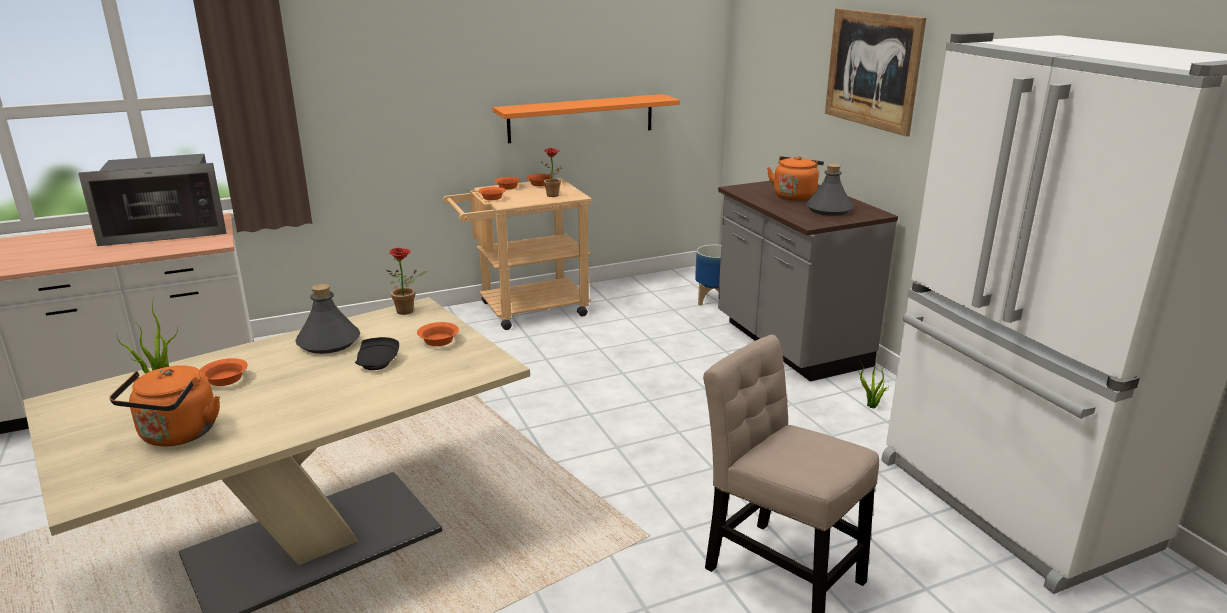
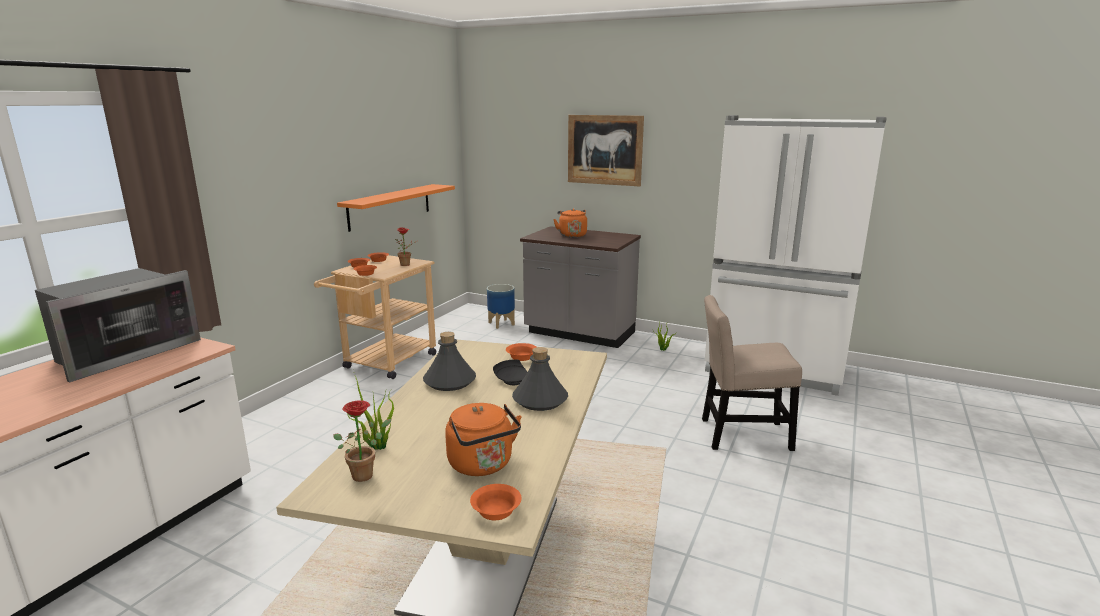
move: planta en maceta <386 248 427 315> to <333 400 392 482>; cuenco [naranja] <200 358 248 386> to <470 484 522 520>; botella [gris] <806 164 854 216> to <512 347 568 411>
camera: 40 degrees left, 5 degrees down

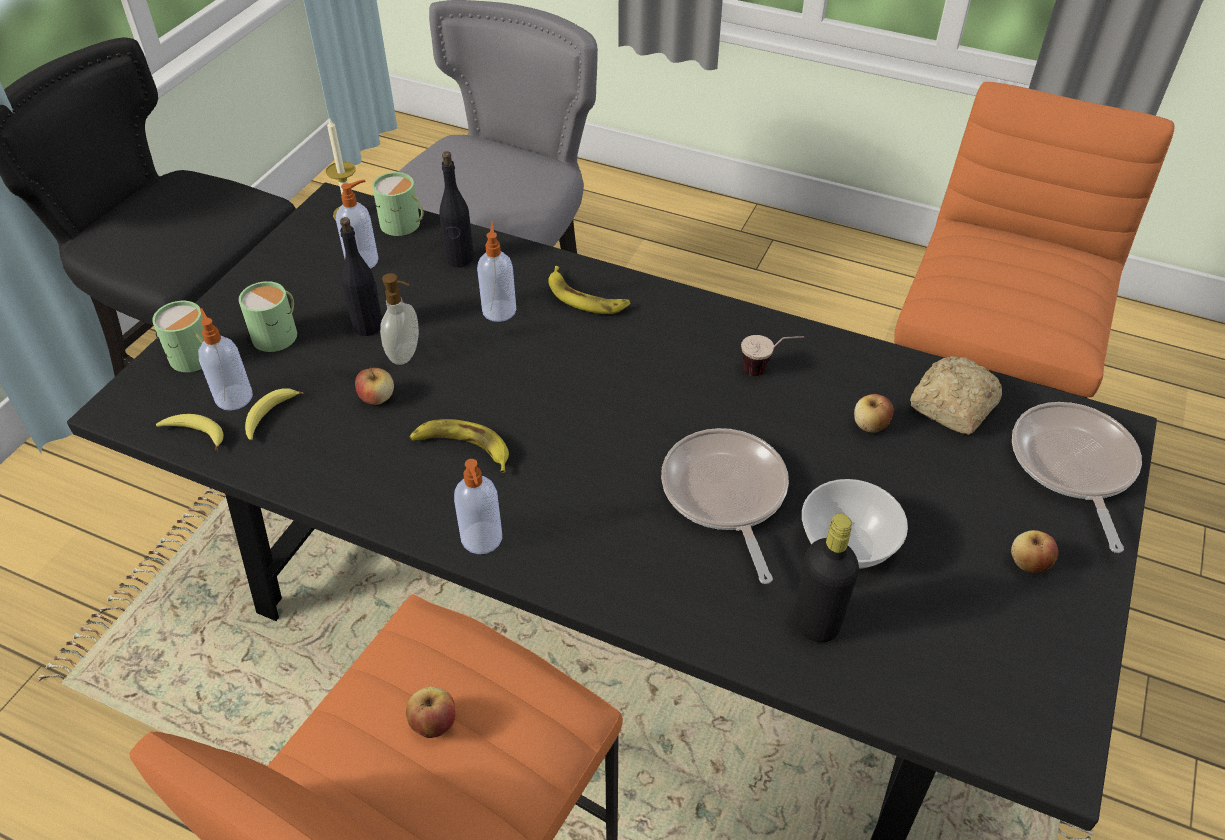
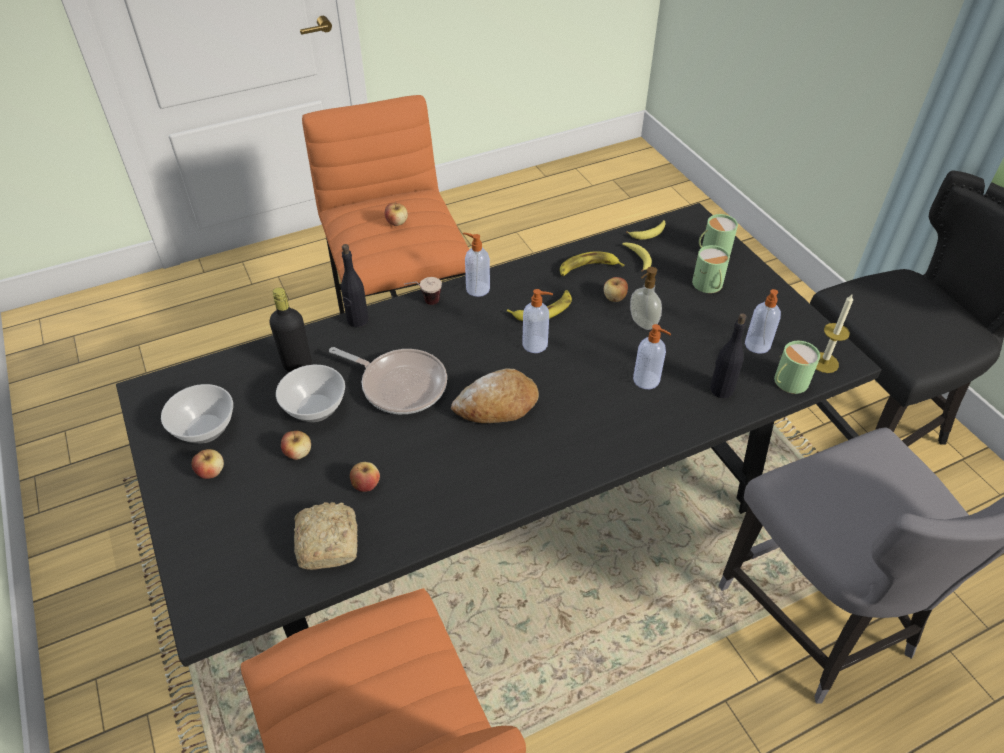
delete: sartén <1012 402 1142 553>
insert: cuenco <161 384 233 444>; manzana <281 431 311 460>; pan <451 369 539 423>
move: botella [negro] <340 217 382 336> to <341 244 369 327>; taza <741 335 804 376> to <404 277 442 305>; dispensador de jabón <198 308 253 411> to <522 289 553 353>; plátano <548 266 630 314> to <560 251 624 276>
camera: 130 degrees right, 0 degrees up

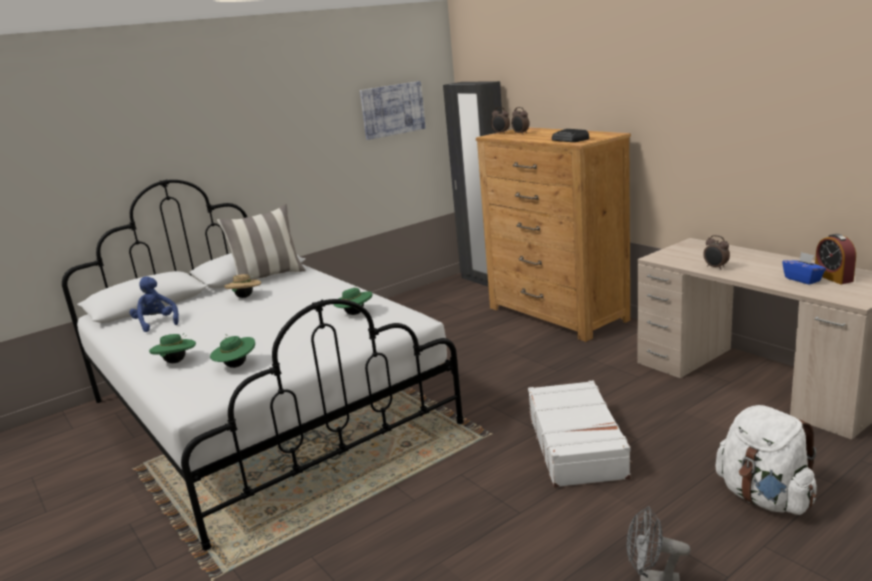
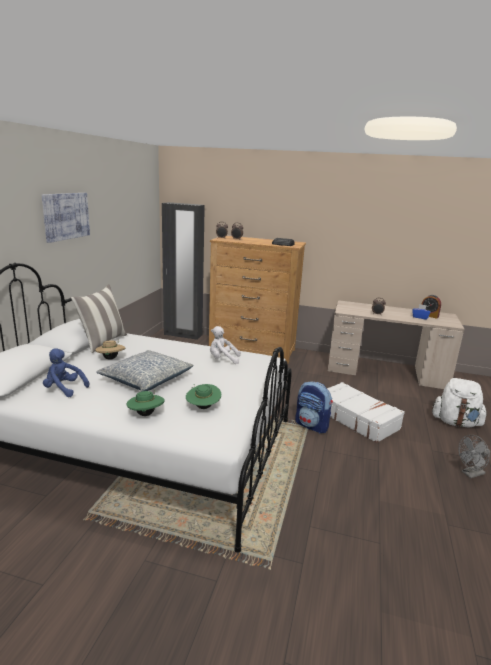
insert: cojín <96 350 193 392>; mochila <295 381 333 433>
move: cuadro <360 81 426 140> to <42 193 90 243>
replace: sombrero [verde] <334 285 372 315> to peluche [blanco] <210 326 241 364>
camera: 40 degrees left, 0 degrees up

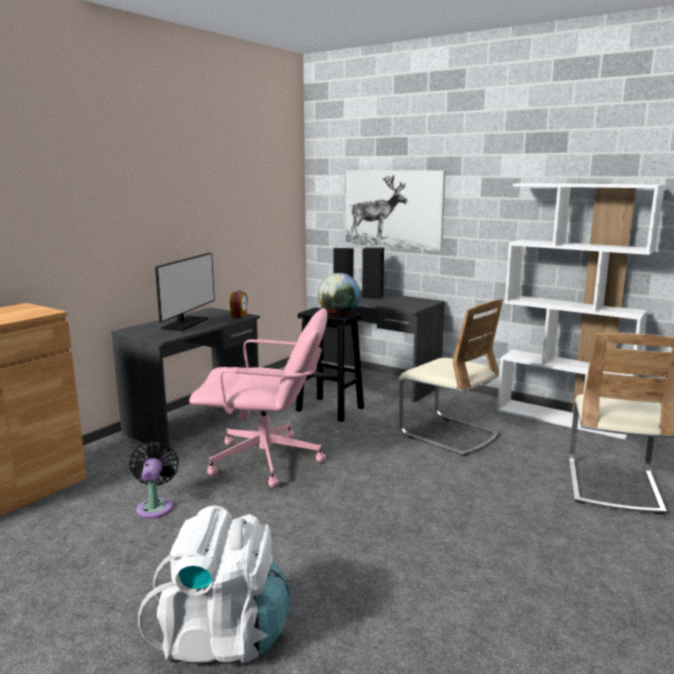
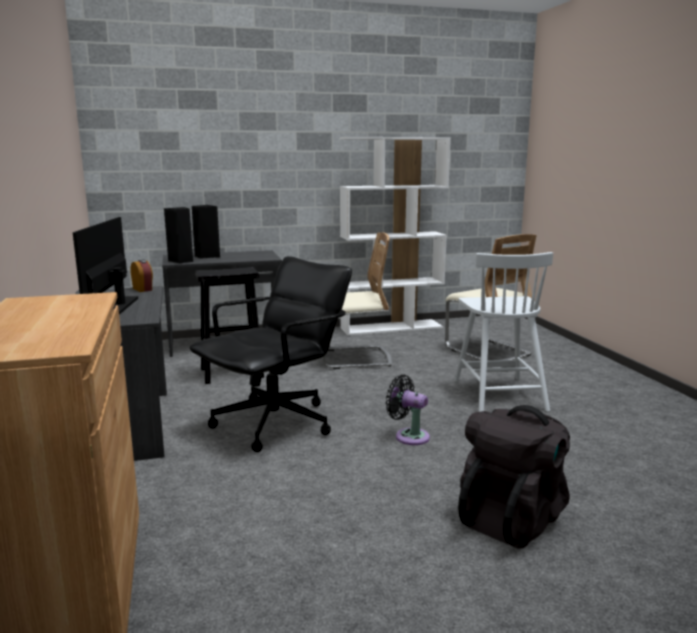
delete: globo terráqueo <318 273 360 315>; cuadro <346 170 446 251>
insert: silla [blanco] <454 252 553 412>
move: ventilador [negro] <130 441 179 519> to <386 375 430 445>
recolor: silla de oficina [rosa] <189 308 327 487> to silla de oficina [negro] <190 256 352 452>; mochila [blanco] <138 505 290 664> to mochila [negro] <458 405 570 549>
rotate: monitor <155 253 215 331> = <73 217 138 314> 150 degrees counterclockwise
camera: 50 degrees left, 0 degrees up

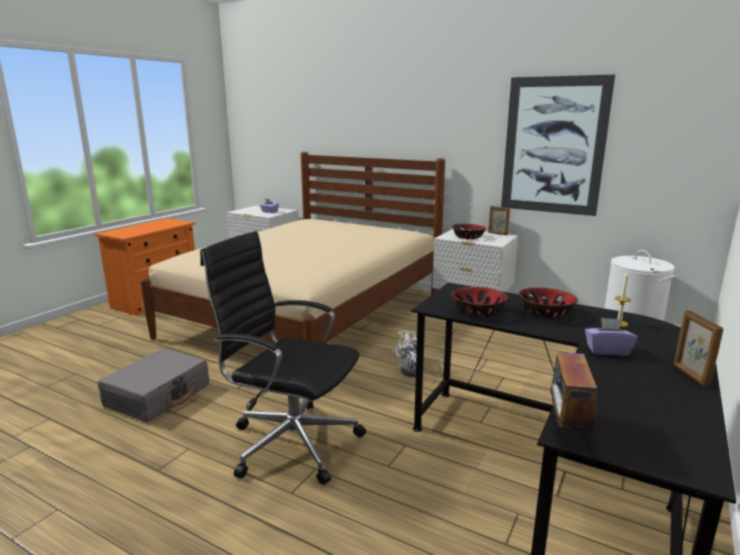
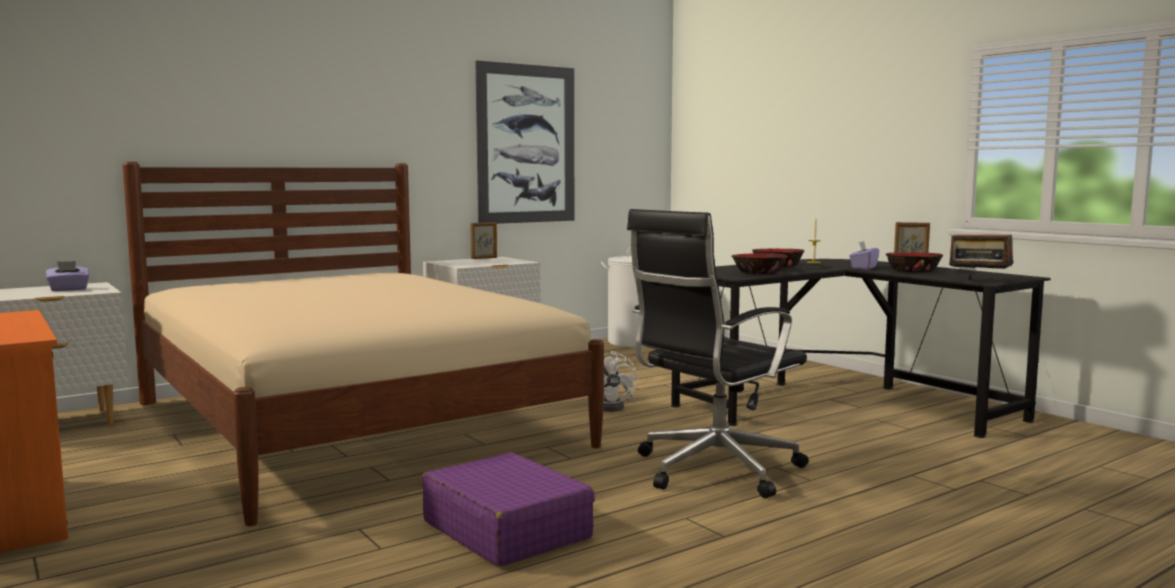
move: cuenco <452 224 486 239> to <886 252 943 273>
recolor: maleta [gris] <98 348 209 422> to maleta [morado] <422 452 595 567>
camera: 65 degrees left, 10 degrees down

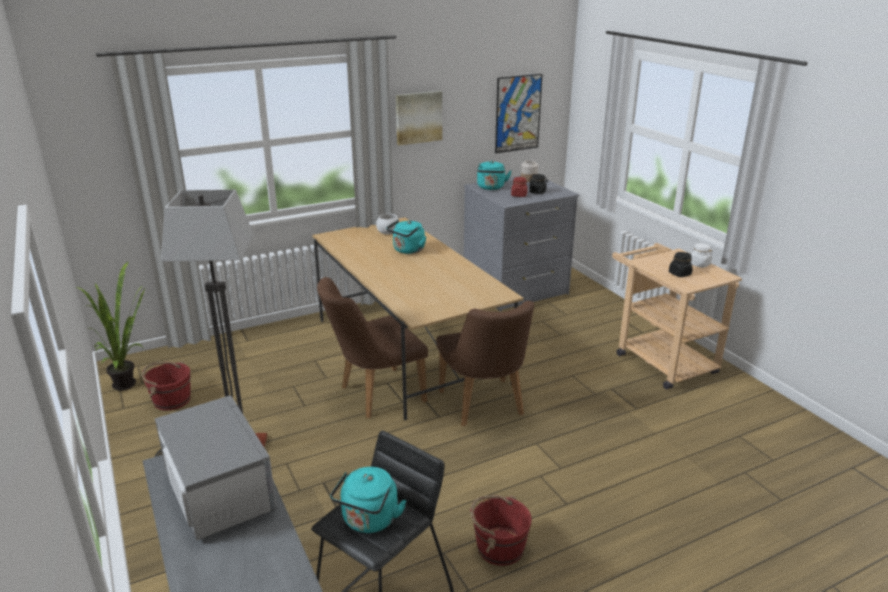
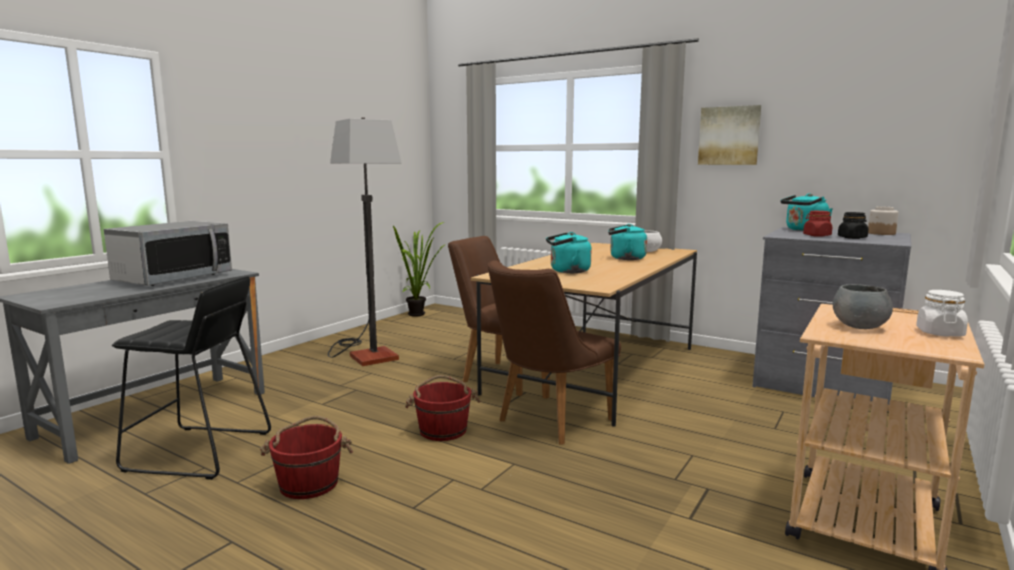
delete: cuadro <495 74 543 153>
move: cubo [rojo] <142 361 191 411> to <405 375 480 441>; hervidor [turquesa] <330 467 406 533> to <546 232 591 273>
replace: tarro [negro] <669 252 693 277> to cuenco [gris] <833 284 893 329>
camera: 60 degrees right, 15 degrees down

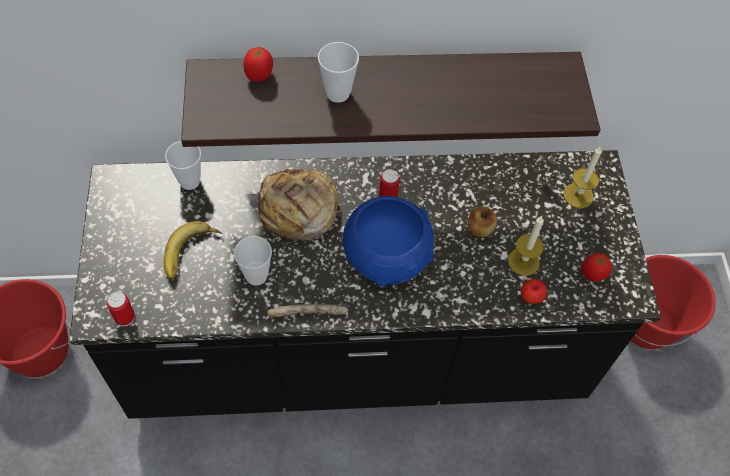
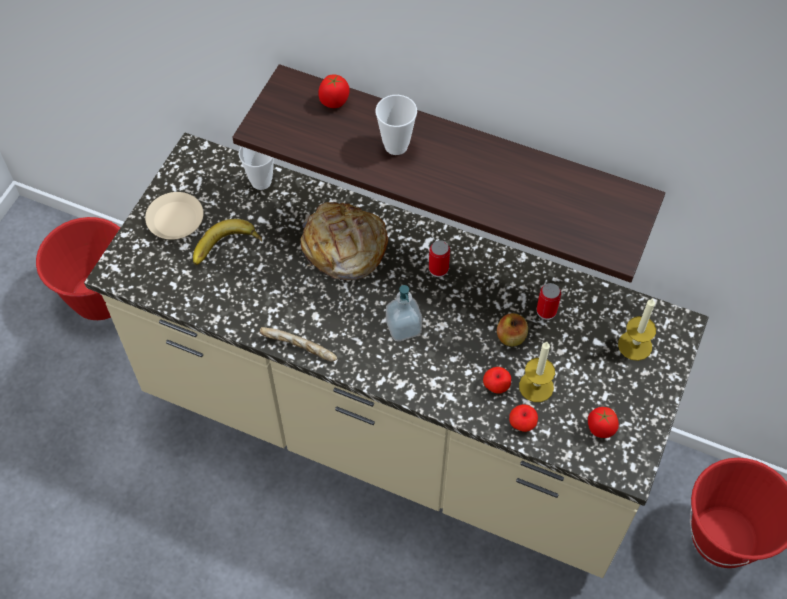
delete: taza <234 236 272 286>
insert: plato [beis] <145 192 204 240>; manzana <483 367 511 393>
move: lata <107 291 135 326> to <537 283 561 320>
replace: cuenco [azul] <343 196 434 286> to dispensador de jabón <386 285 422 341>
recolor: mueble bajo de cocina [negro] <69 150 661 419> to mueble bajo de cocina [beis] <84 133 708 578>
camera: 30 degrees right, 0 degrees up

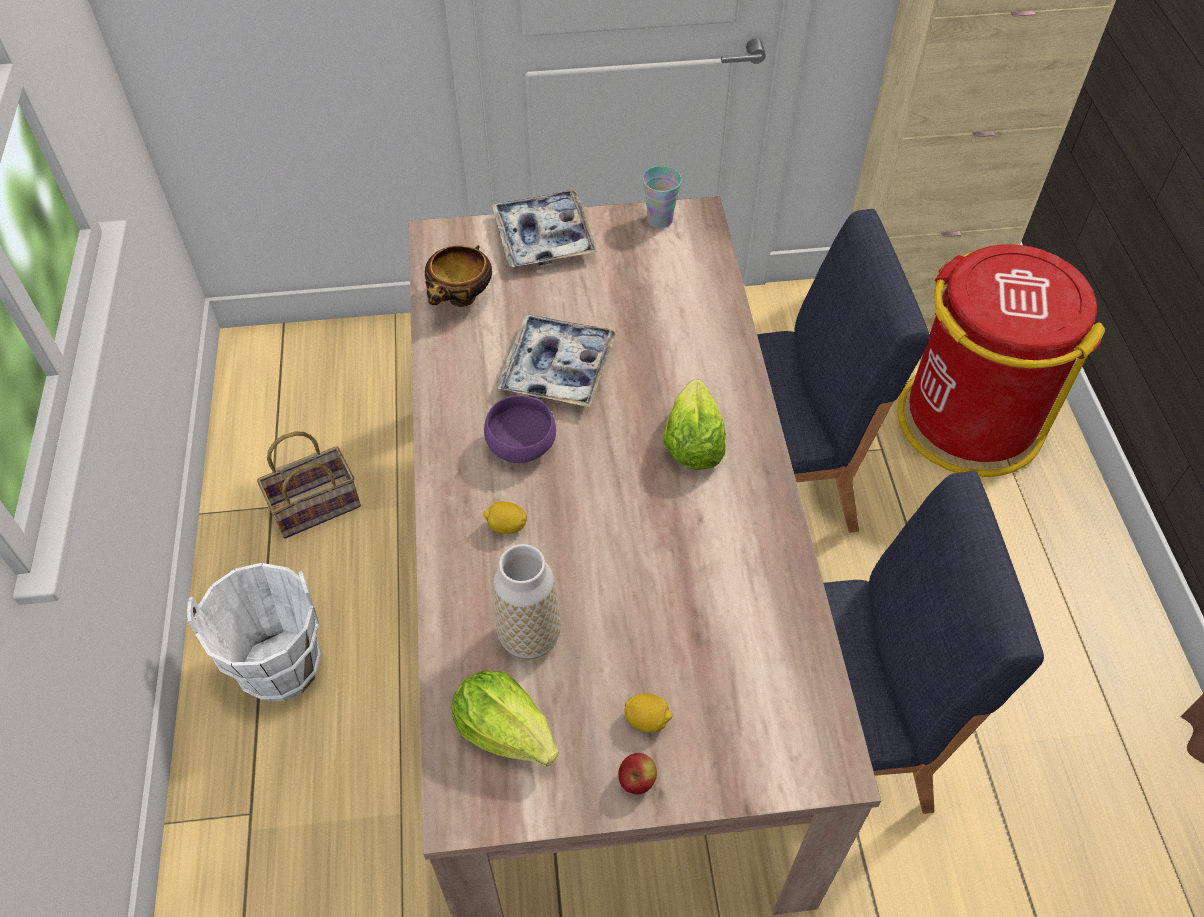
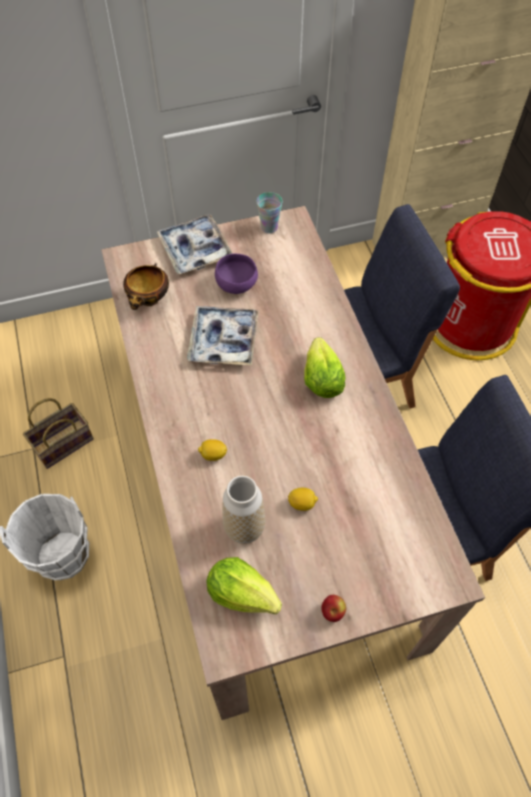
move: cuenco [morado] <484 395 556 463> to <215 254 258 294>; limón <624 693 673 733> to <288 488 318 511>
camera: 10 degrees left, 5 degrees up

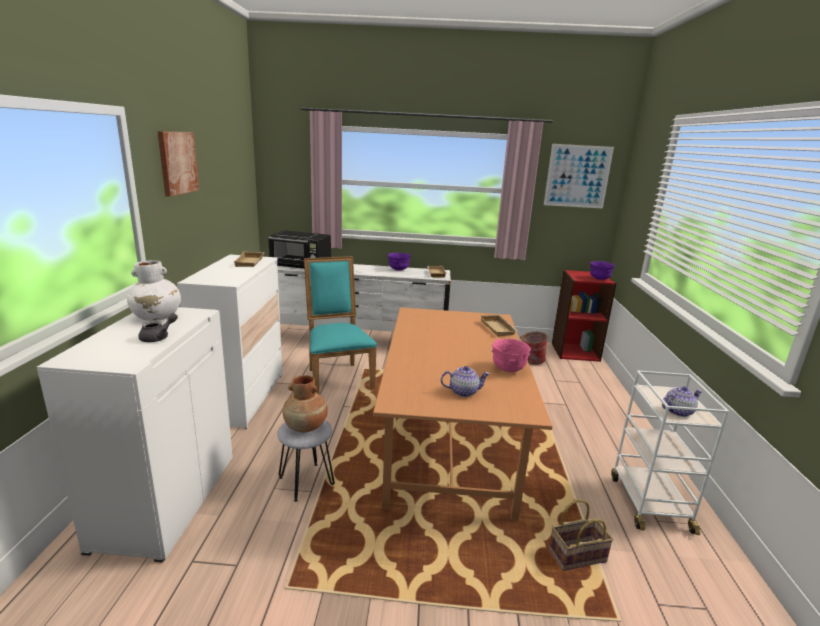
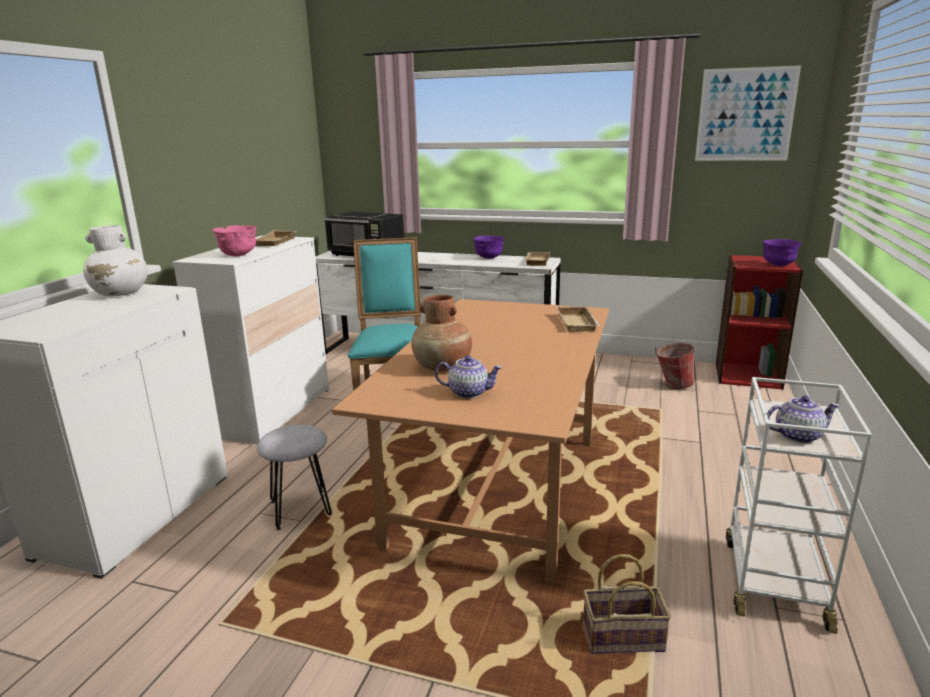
delete: tetera [gris] <139 313 178 342>; cuadro <157 131 199 197>
move: cuenco [rosa] <492 338 531 372> to <212 225 256 256>; florero [marrón] <283 375 328 432> to <411 295 472 371>
camera: 15 degrees right, 0 degrees up

